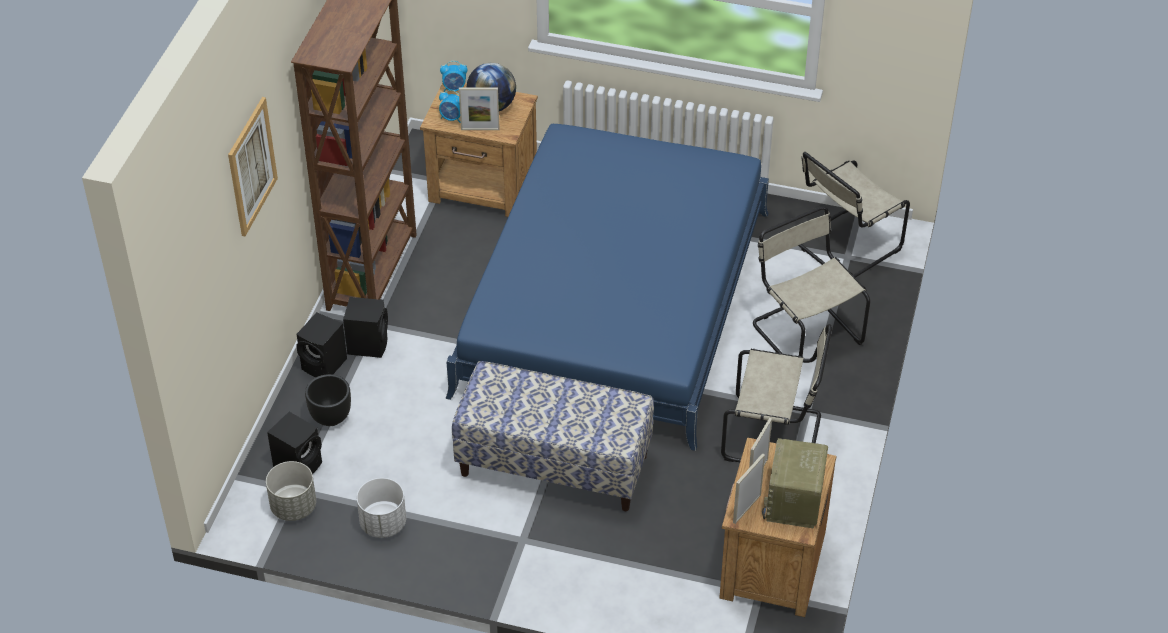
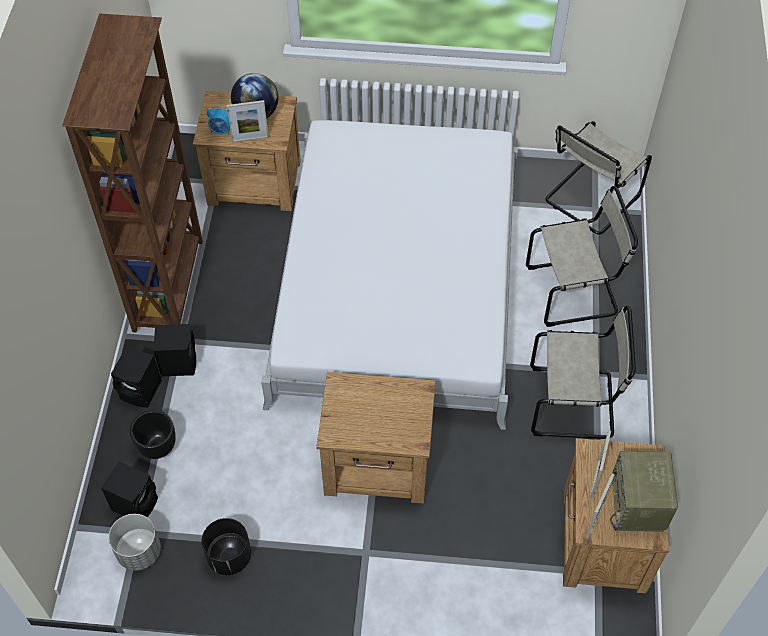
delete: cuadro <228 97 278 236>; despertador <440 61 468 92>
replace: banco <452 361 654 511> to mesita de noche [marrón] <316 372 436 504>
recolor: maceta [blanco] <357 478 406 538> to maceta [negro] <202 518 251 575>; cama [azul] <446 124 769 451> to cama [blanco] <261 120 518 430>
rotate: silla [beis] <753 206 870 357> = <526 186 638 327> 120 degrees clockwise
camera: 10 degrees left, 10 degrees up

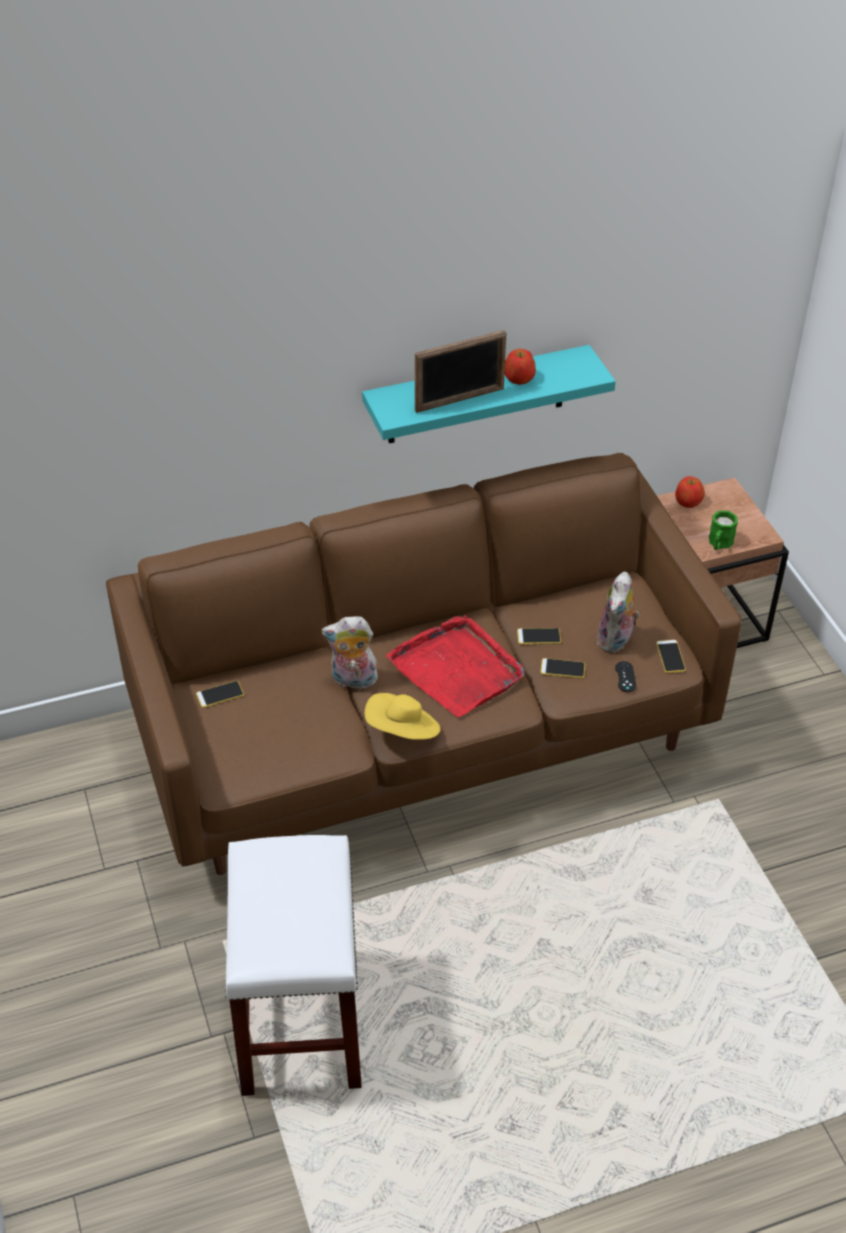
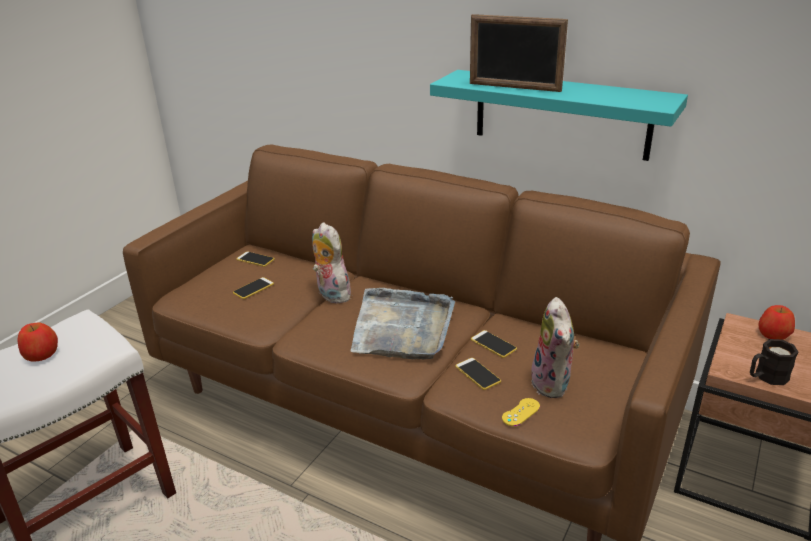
delete: sombrero [amarillo] <365 693 441 739>
move: manzana <504 349 536 385> to <17 322 58 362>; móvil <656 640 686 673> to <233 277 274 299>
recolor: bandeja [rojo] <386 615 524 717> to bandeja [gris] <351 288 455 359>; mando de consola [negro] <615 661 636 692> to mando de consola [amarillo] <502 398 540 426>; taza grande [verde] <709 511 738 550> to taza grande [negro] <750 339 798 385>
rotate: peluche <597 572 640 653> = <531 297 580 398> 75 degrees counterclockwise
camera: 50 degrees right, 15 degrees down

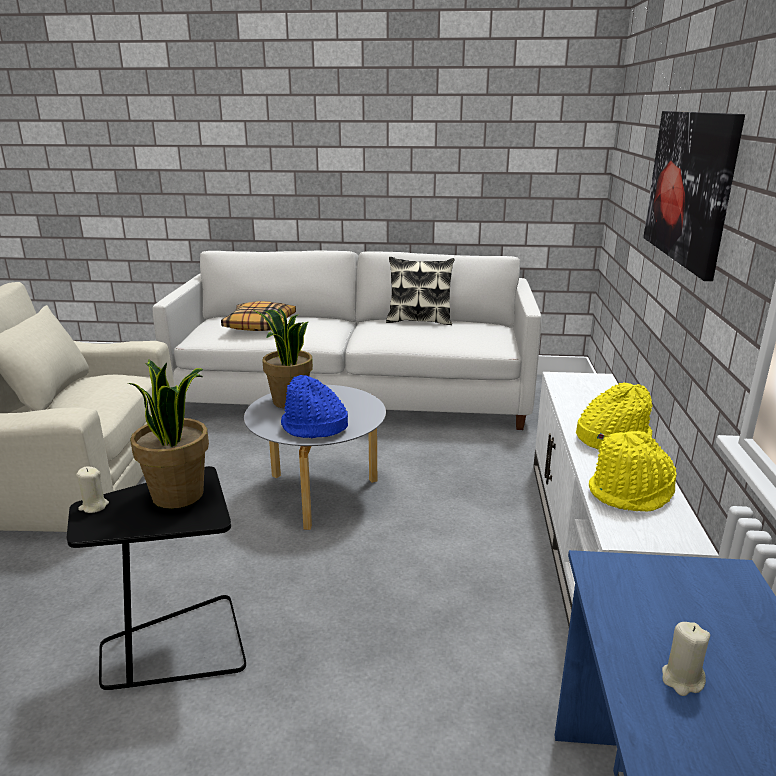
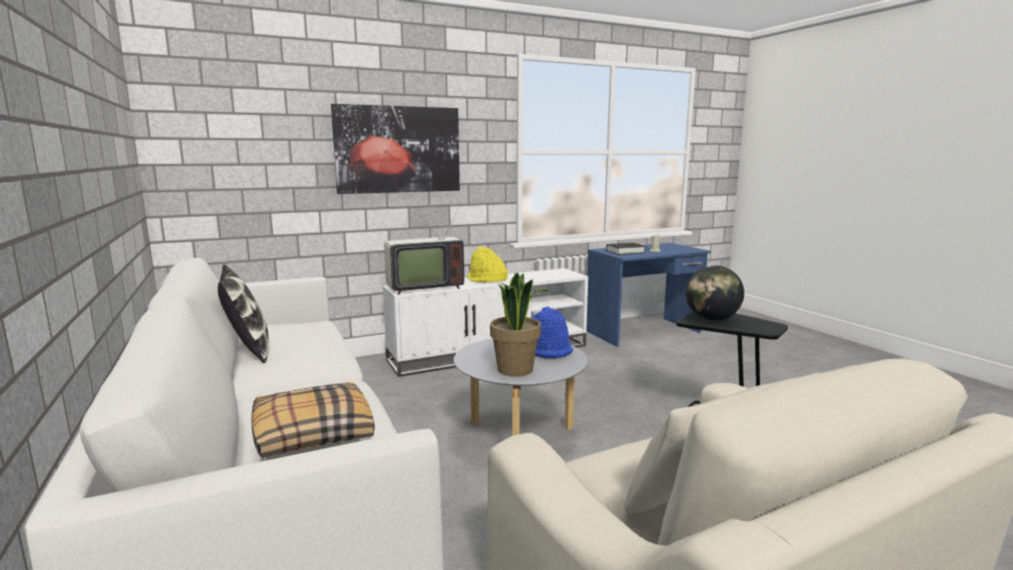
delete: vela [beis] <76 466 109 513>; sombrero [amarillo] <589 431 676 512>
insert: televisor <384 203 464 295>; libro [negro] <606 243 646 255>
replace: planta en maceta <128 360 209 509> to globo terráqueo <686 265 744 321>
camera: 120 degrees left, 10 degrees down

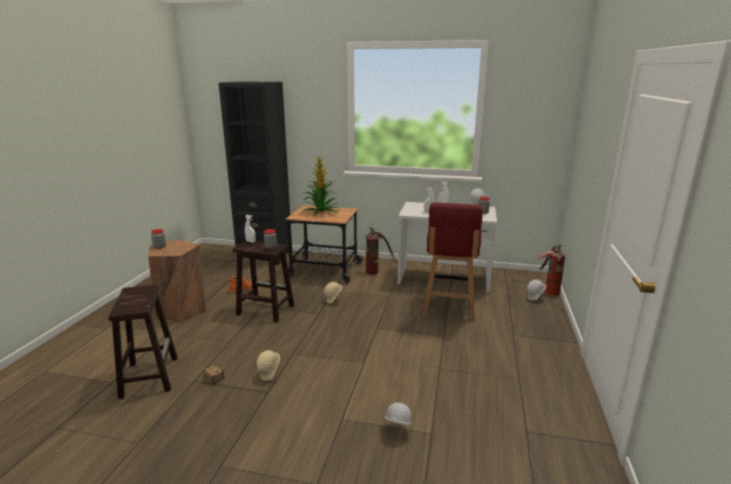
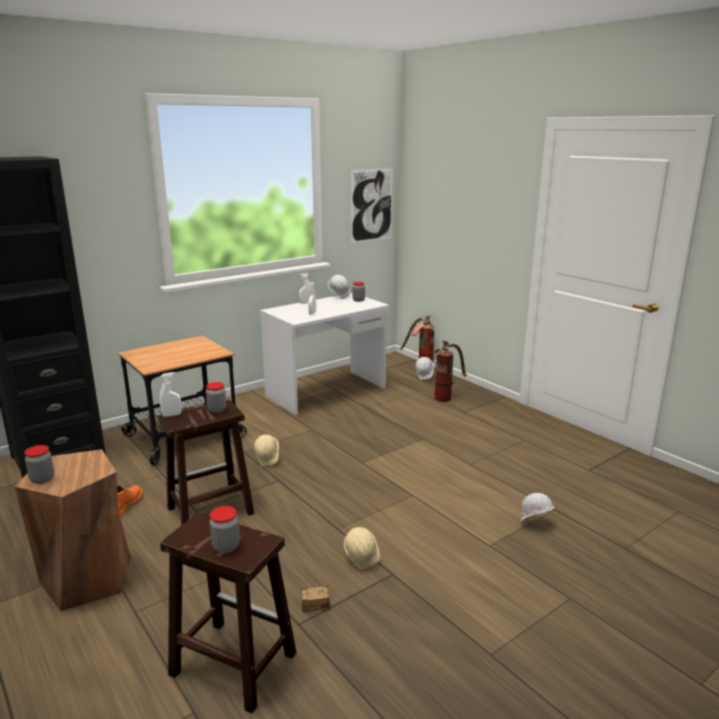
delete: planta en maceta <302 155 340 216>; silla [rojo] <423 203 483 320>
insert: tarro <210 506 240 553>; cuadro <351 168 393 243>
move: extintor <365 227 397 275> to <433 340 466 402>
camera: 50 degrees left, 0 degrees up

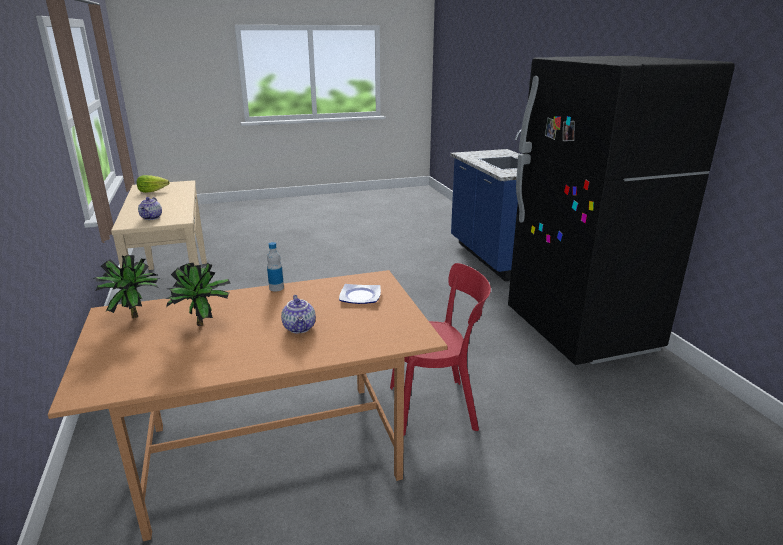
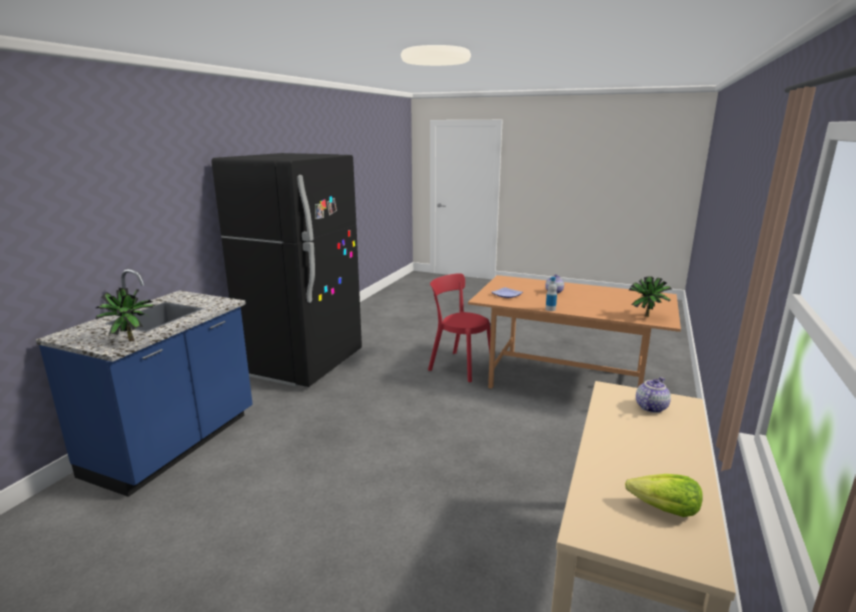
move: planta en maceta <166 263 231 326> to <95 288 155 342>
camera: 140 degrees left, 5 degrees down

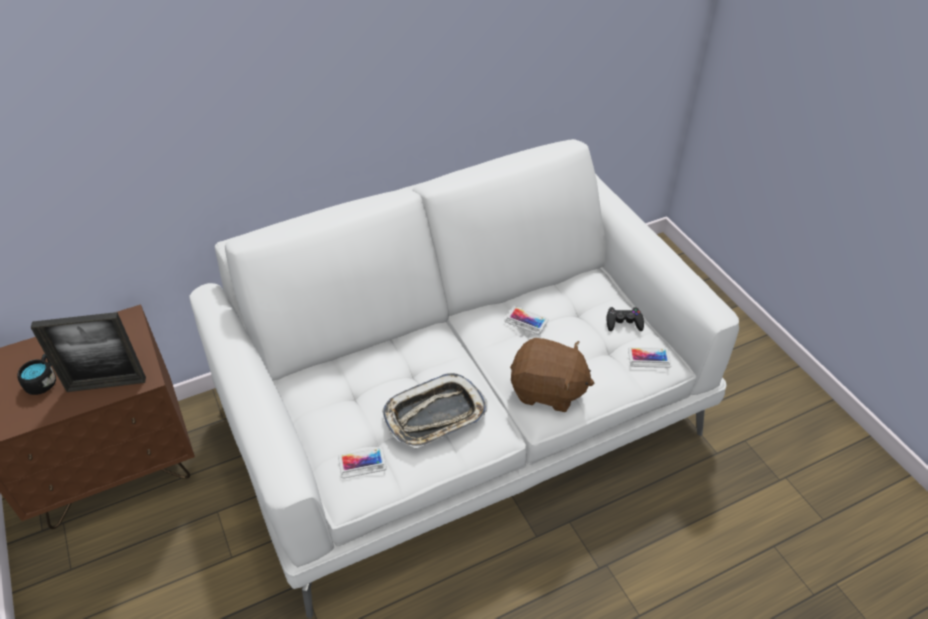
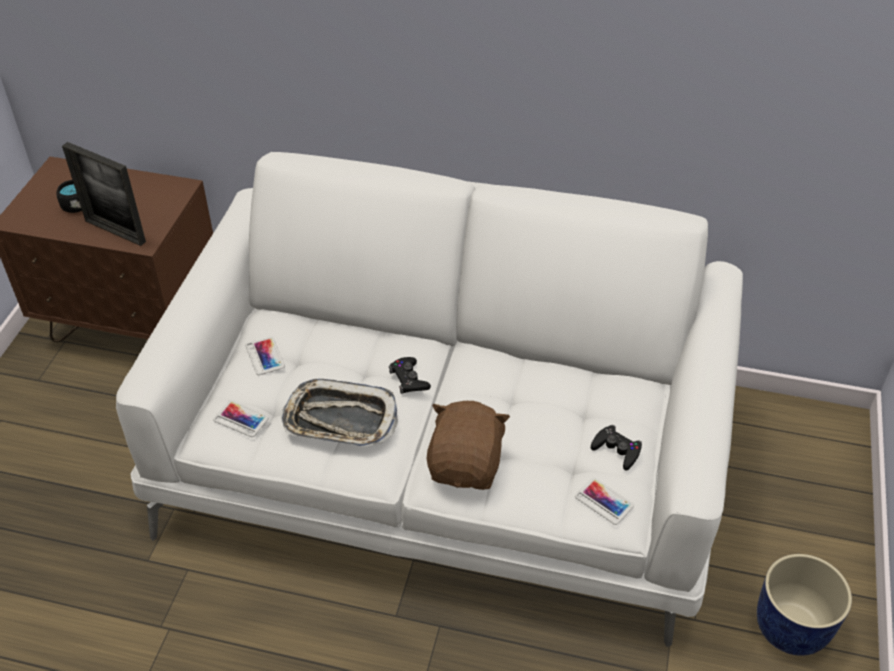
insert: mando de consola [negro] <389 357 431 394>; maceta [azul] <757 554 852 656>
move: móvil <504 306 549 334> to <245 336 285 375>
rotate: peluche [marrón] <510 338 595 412> = <427 401 510 490> 135 degrees counterclockwise
camera: 40 degrees right, 0 degrees up

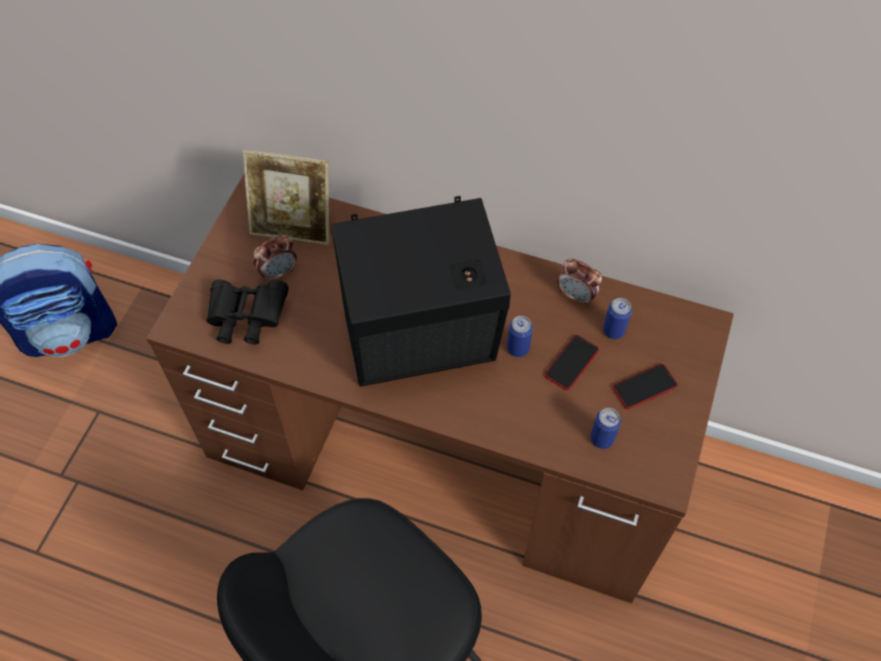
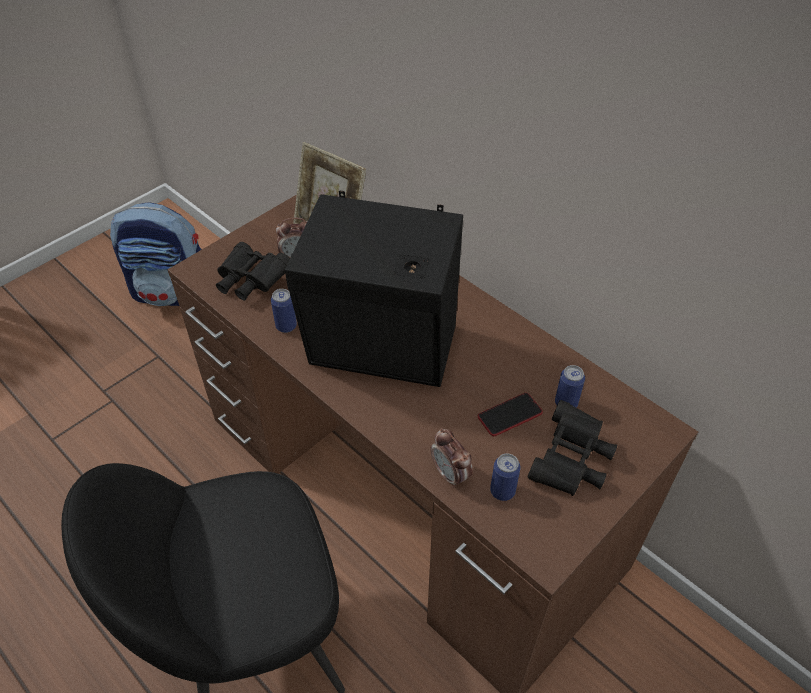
move: lata <507 316 533 357> to <271 289 297 333>; despertador <557 259 602 305> to <431 428 473 488>
replace: móvil <612 364 678 409> to prismáticos [negro] <528 400 617 496>
camera: 25 degrees right, 10 degrees down

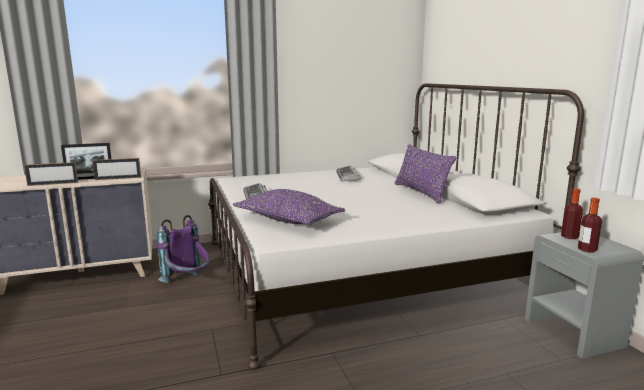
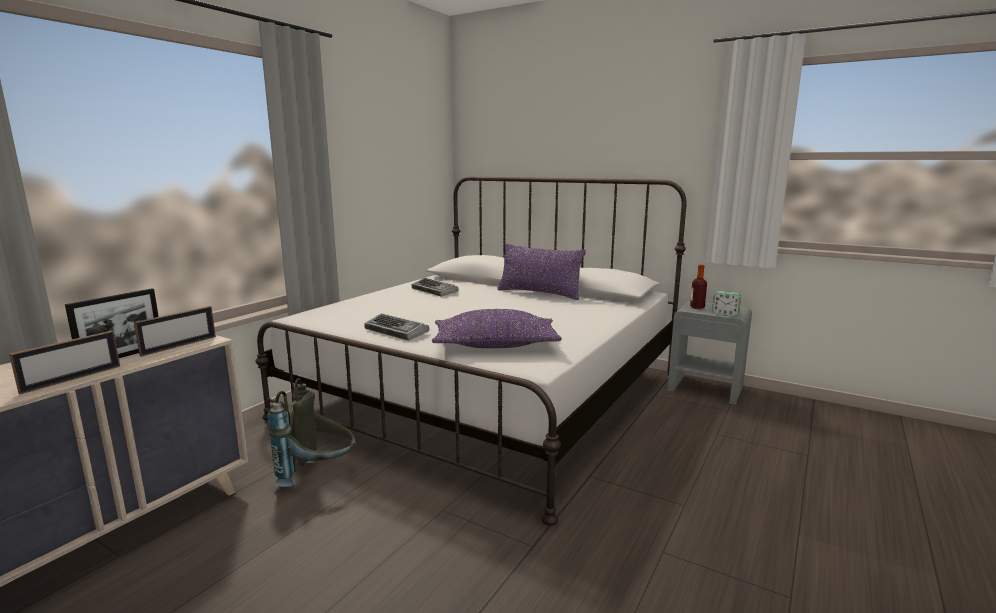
replace: botella <578 197 602 253> to despertador <712 291 741 317>
recolor: mochila [morado] <157 215 210 283> to mochila [gris] <268 378 355 487>
camera: 40 degrees left, 0 degrees up

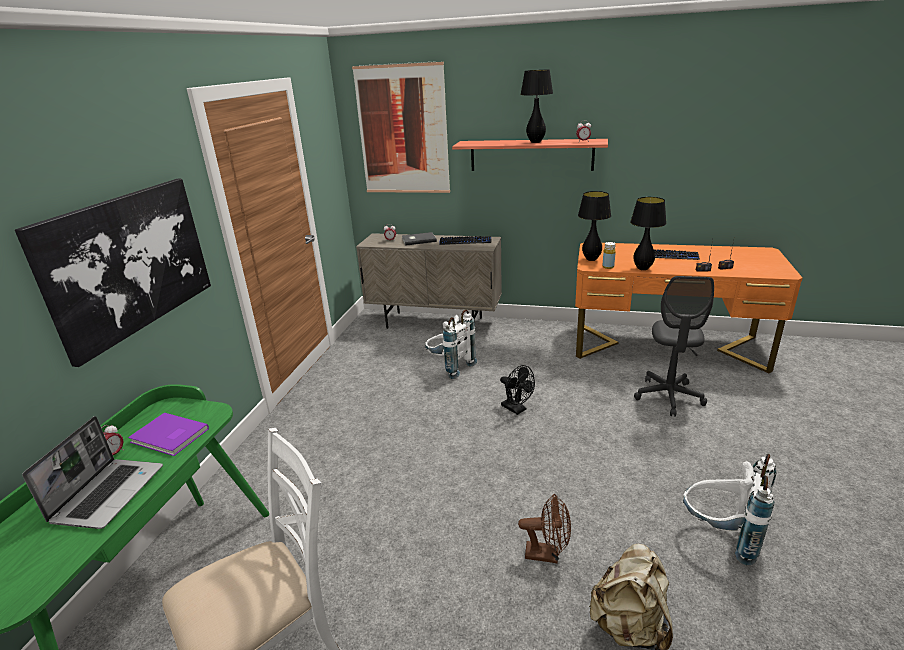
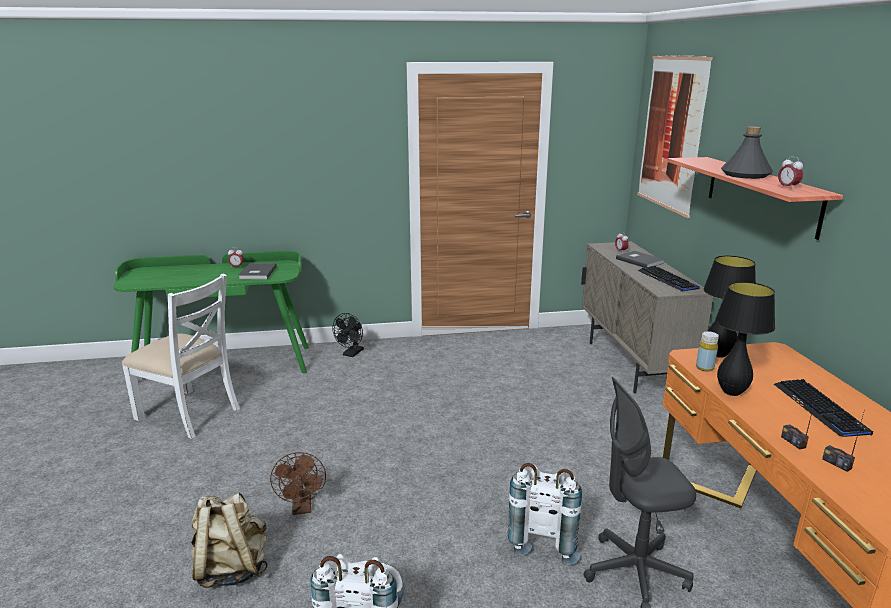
delete: cuadro <15 179 211 367>; portátil <22 416 163 529>
move: ventilador [negro] <500 365 535 415> to <332 313 364 357>; mochila [blanco] <425 310 477 379> to <508 463 582 565>
replace: lámpara de mesa [negro] <520 70 553 143> to botella [gris] <721 126 773 179>
recolor: libro [morado] <128 413 209 456> to libro [gris] <238 263 277 280>
camera: 65 degrees right, 5 degrees down

